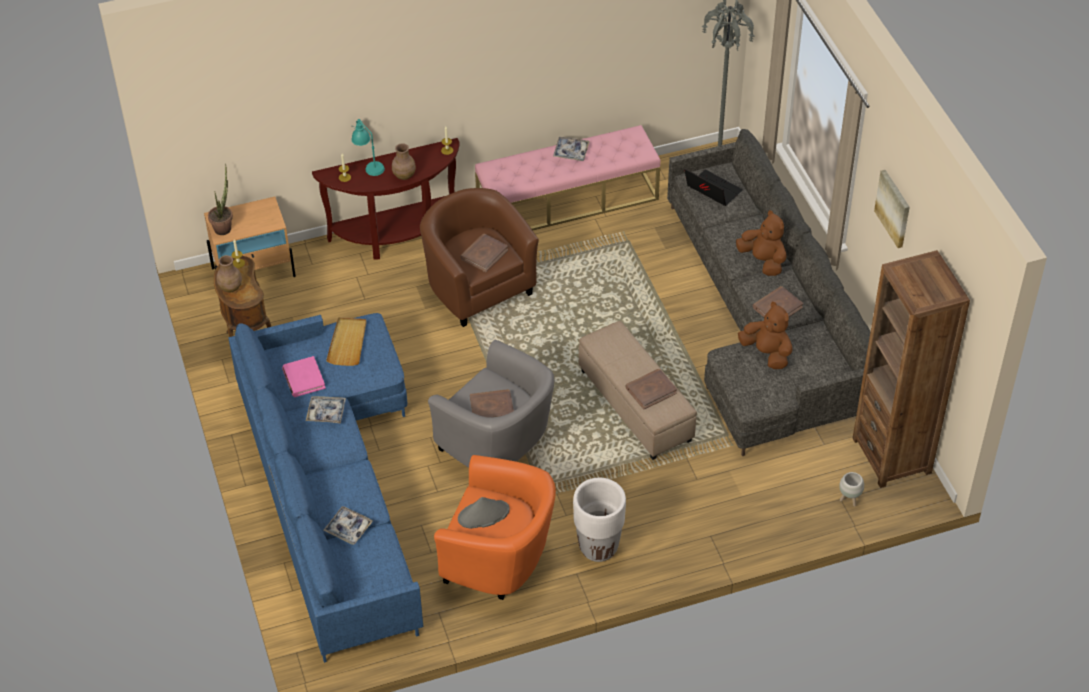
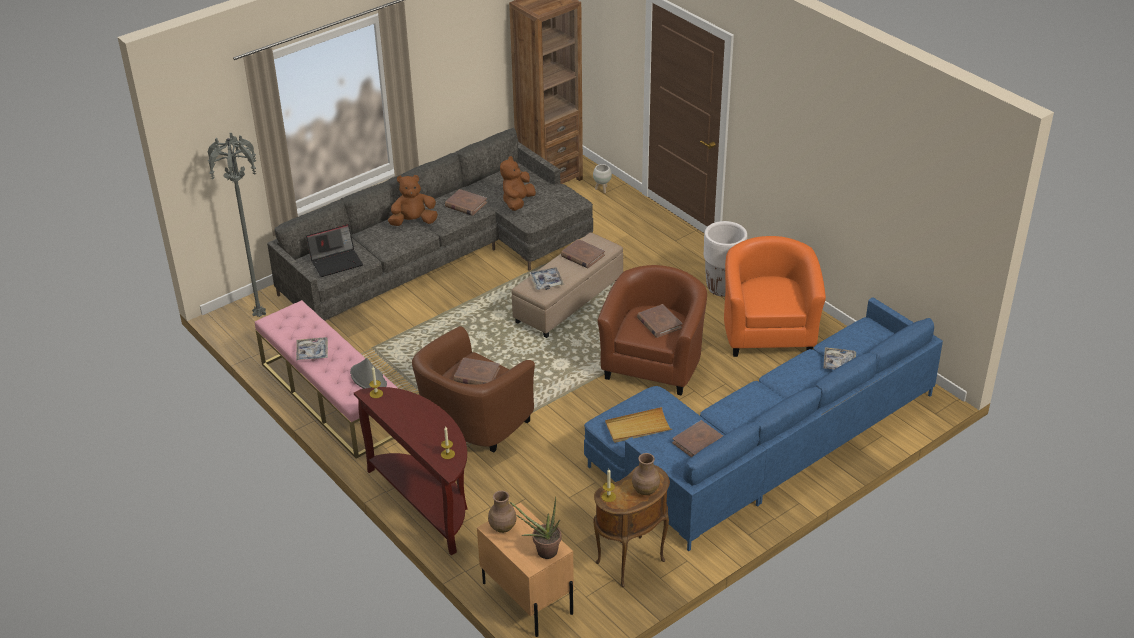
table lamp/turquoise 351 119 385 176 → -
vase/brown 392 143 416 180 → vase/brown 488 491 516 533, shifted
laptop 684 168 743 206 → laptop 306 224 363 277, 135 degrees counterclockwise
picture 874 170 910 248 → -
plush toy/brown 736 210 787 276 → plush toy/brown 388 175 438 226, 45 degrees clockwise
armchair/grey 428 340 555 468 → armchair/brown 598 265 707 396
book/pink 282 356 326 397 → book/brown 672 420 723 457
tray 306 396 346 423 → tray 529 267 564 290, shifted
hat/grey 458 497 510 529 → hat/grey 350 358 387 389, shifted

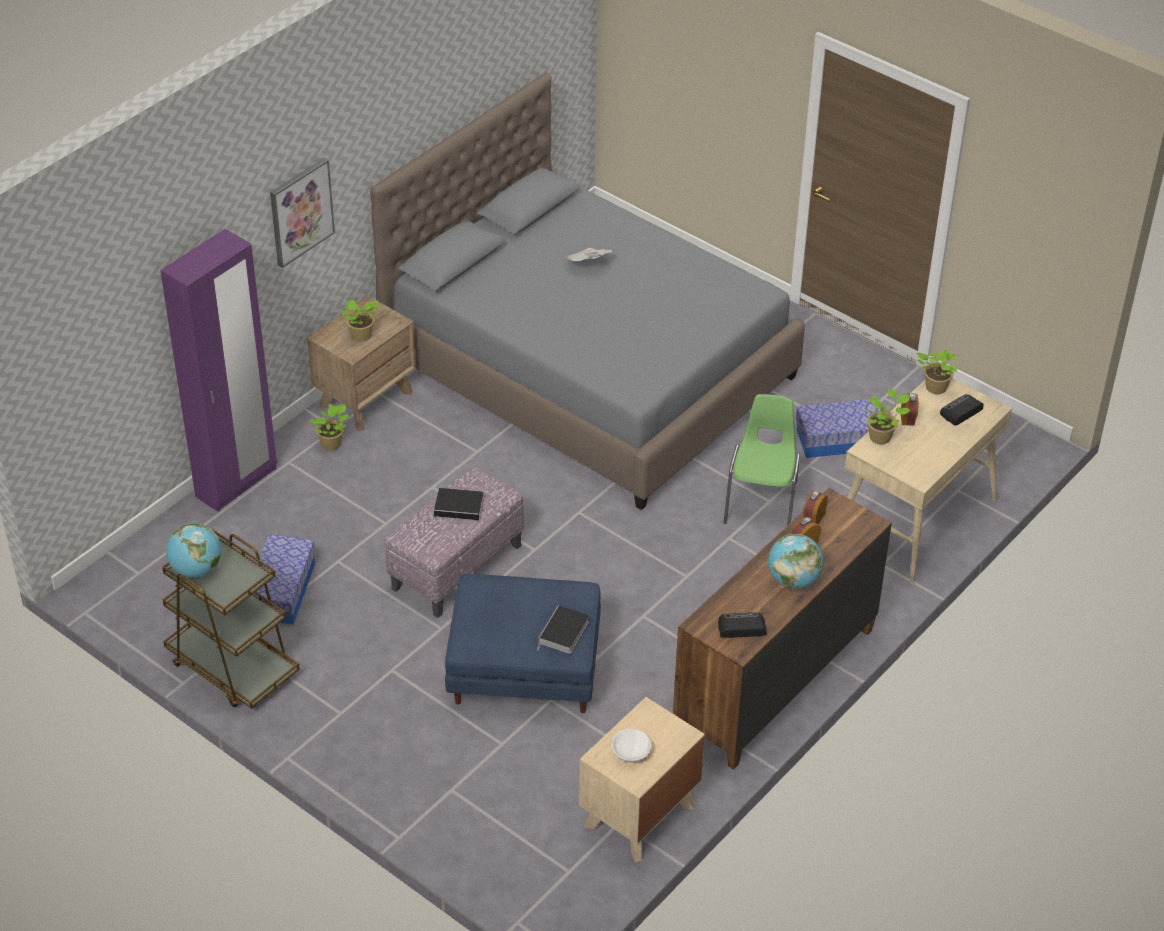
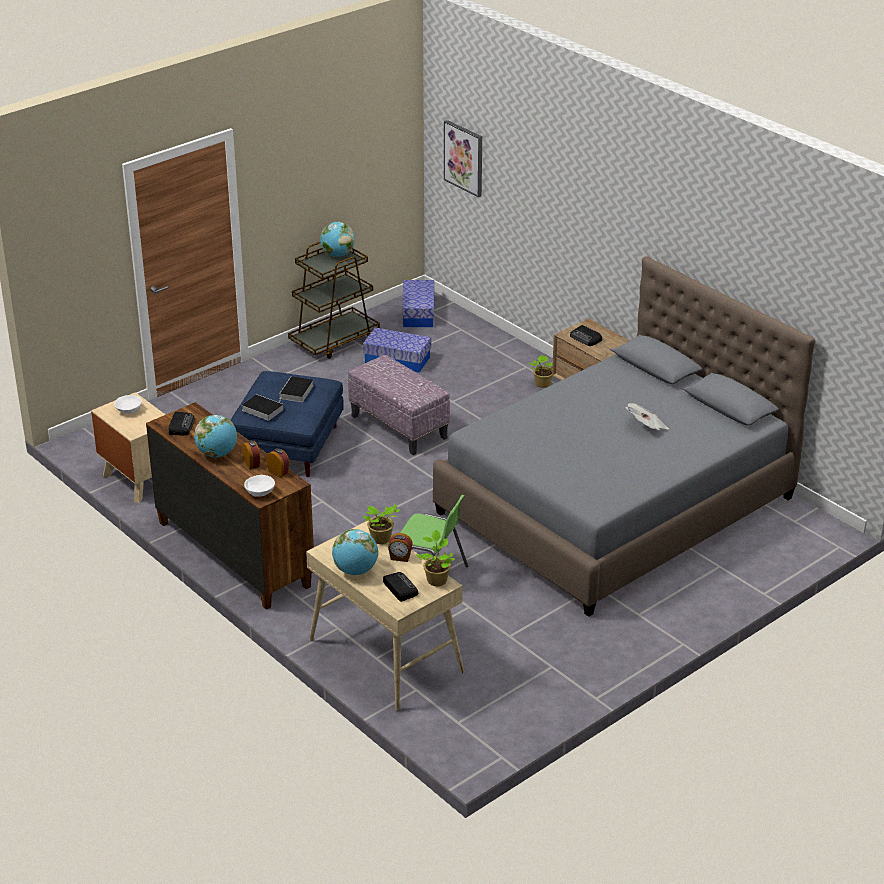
picture 270 158 335 268 → picture 444 120 482 197, shifted
wardrobe/purple 160 229 277 512 → -
potted plant 341 300 381 341 → radio 570 325 602 346
storage box 796 399 881 458 → storage box 402 280 434 327, shifted
book 434 488 489 520 → book 279 376 314 403, shifted
- → bowl/white 244 475 275 497
- → globe 332 529 378 575

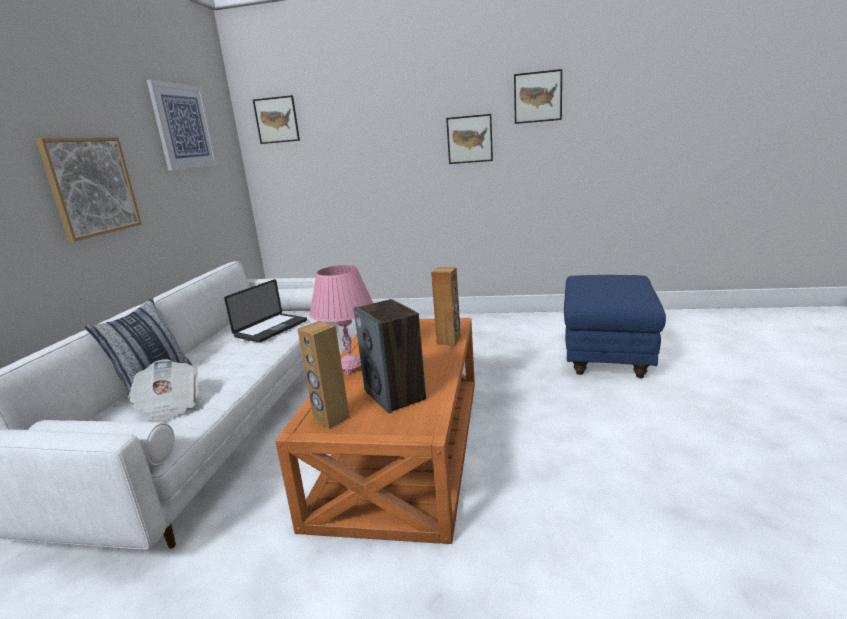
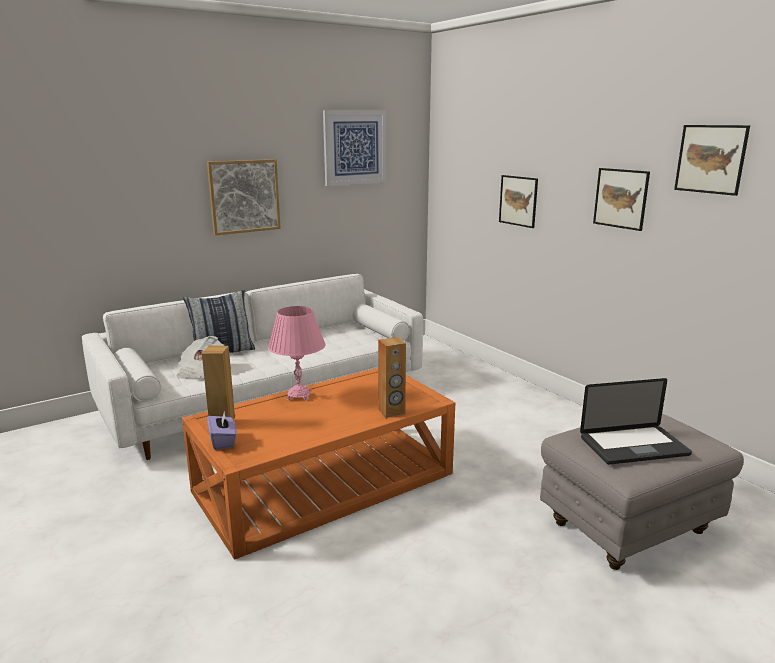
picture 253 95 300 144 → picture 499 175 538 228, shifted
ottoman/blue 564 275 666 378 → ottoman/grey 540 414 744 570
laptop 224 279 307 343 → laptop 580 378 692 464, shifted
speaker 354 299 426 413 → -
- → tissue box/purple 207 410 237 450

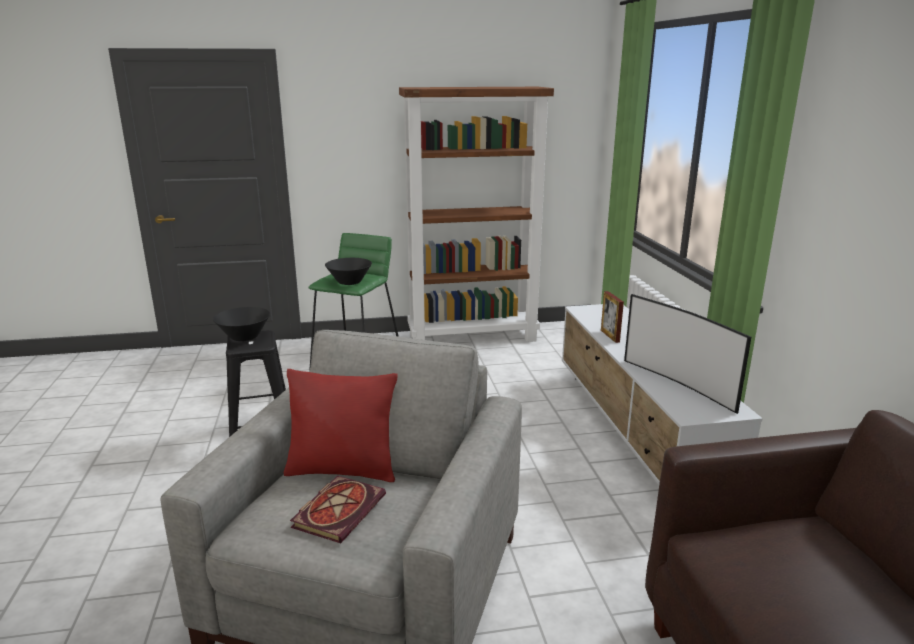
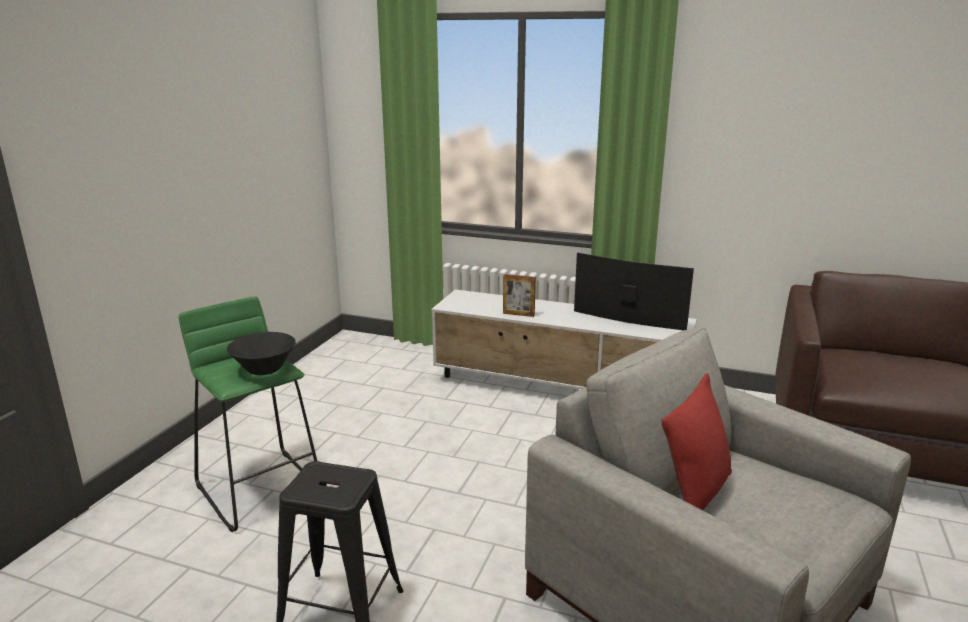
bookcase/brown 399 87 554 342 → -
television 624 294 751 414 → television 574 253 694 330, 150 degrees counterclockwise
bowl/black 213 307 270 341 → -
book 290 476 386 543 → -

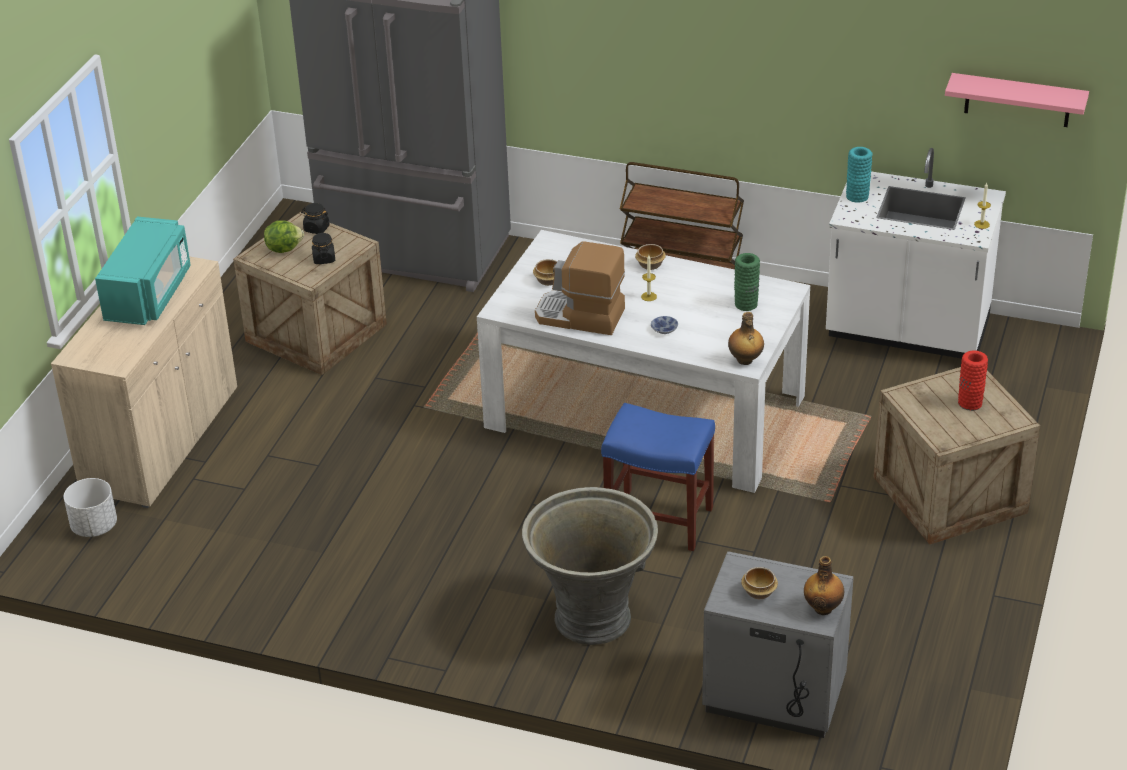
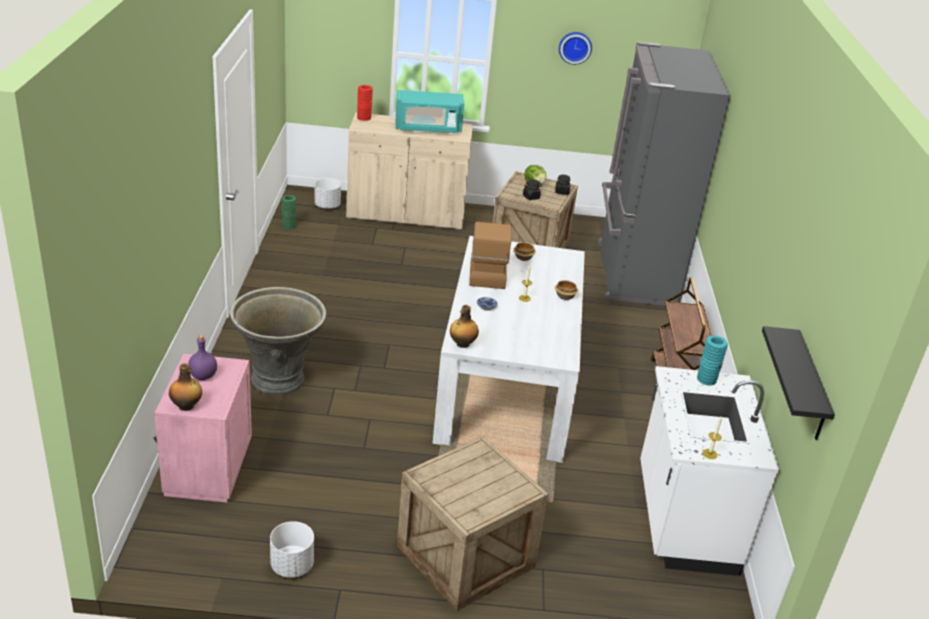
shelf/pink 945 73 1089 127 → shelf/black 762 326 835 440
vase/green 734 253 760 311 → vase/green 281 195 297 230, shifted
vase/red 958 351 988 411 → vase/red 357 85 373 121, shifted
stool/blue 601 403 715 551 → -
nightstand/grey 702 551 854 738 → nightstand/pink 154 354 252 502
bowl 741 567 778 599 → bottle/purple 188 335 217 380
- → wall clock 559 32 592 65
- → planter/white 270 521 314 578

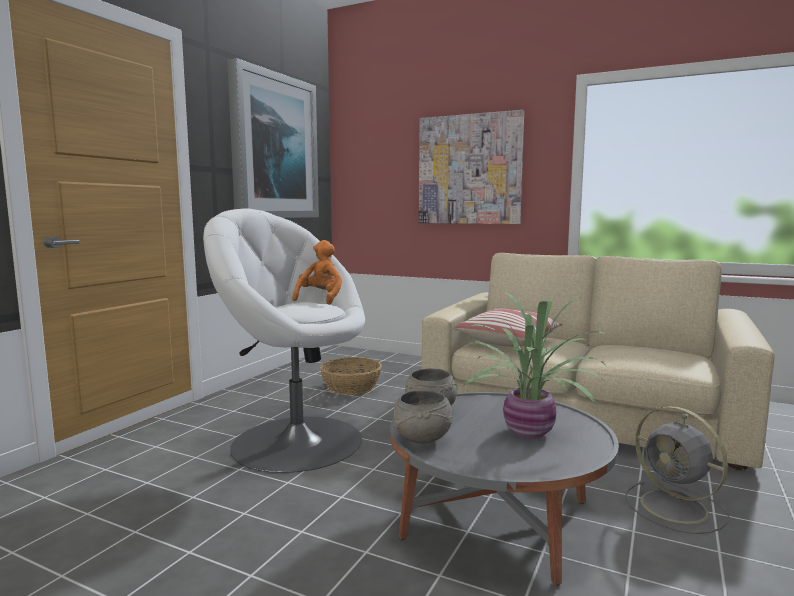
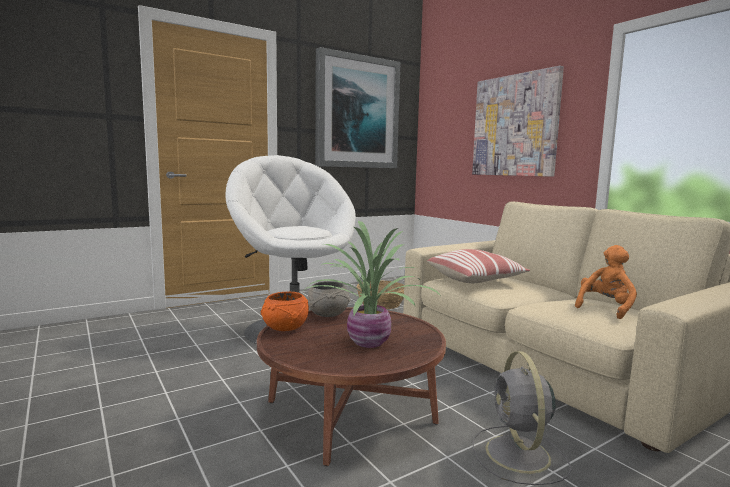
plush toy/orange 292 240 342 305 → plush toy/orange 575 245 637 319, shifted
bowl/grey 393 390 453 444 → bowl/orange 261 292 309 331
coffee table/grey 390 392 619 585 → coffee table/brown 257 307 446 466

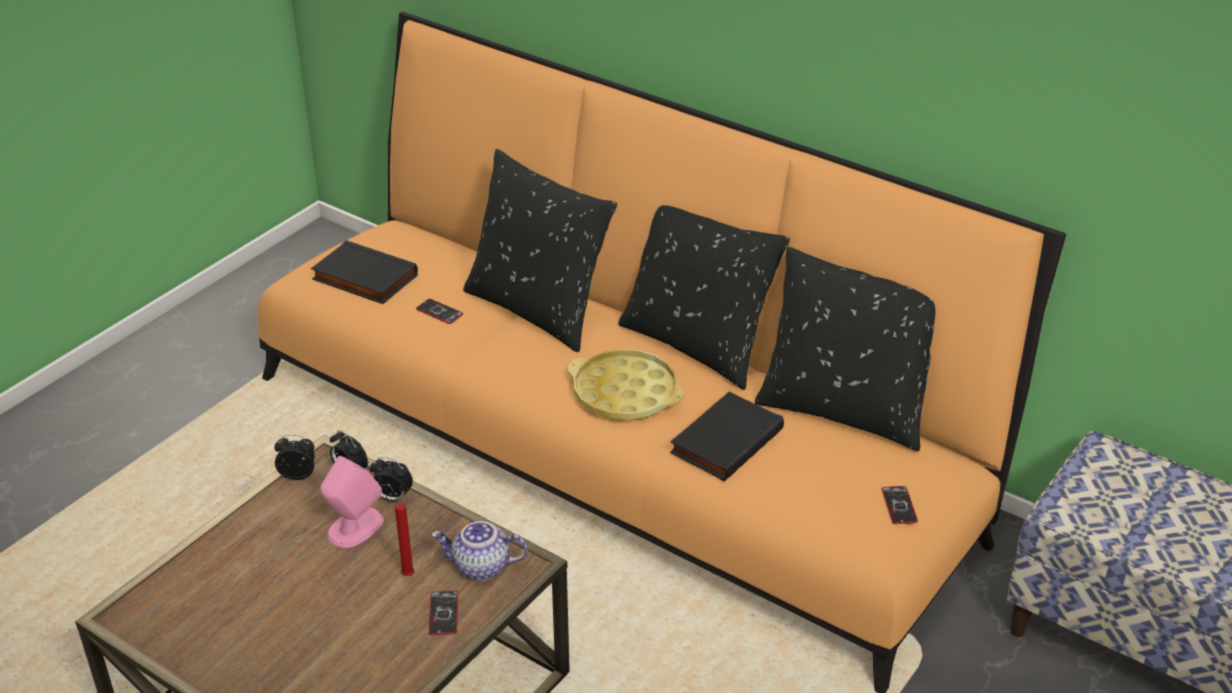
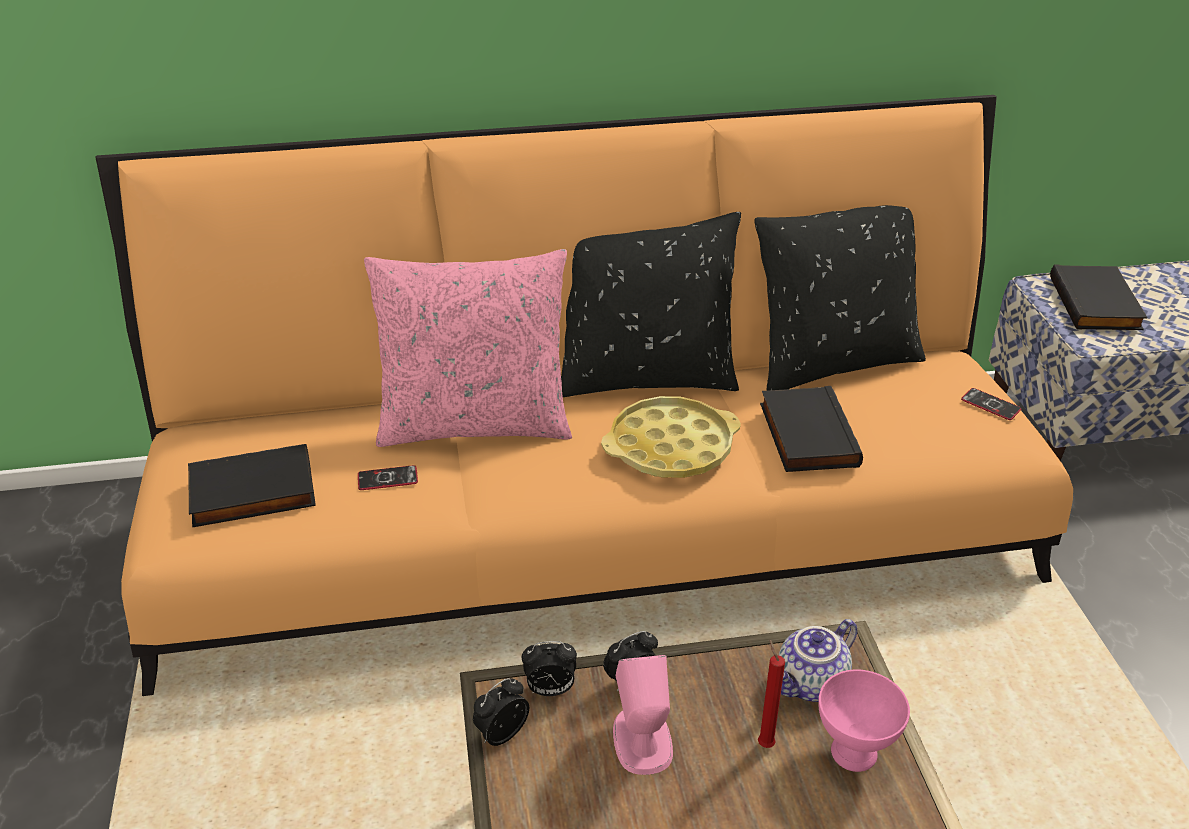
pillow/black 463 149 617 352 → pillow/pink 364 249 572 447
phone 429 591 458 635 → bowl/pink 818 669 910 772
- → book/black 1050 264 1147 330

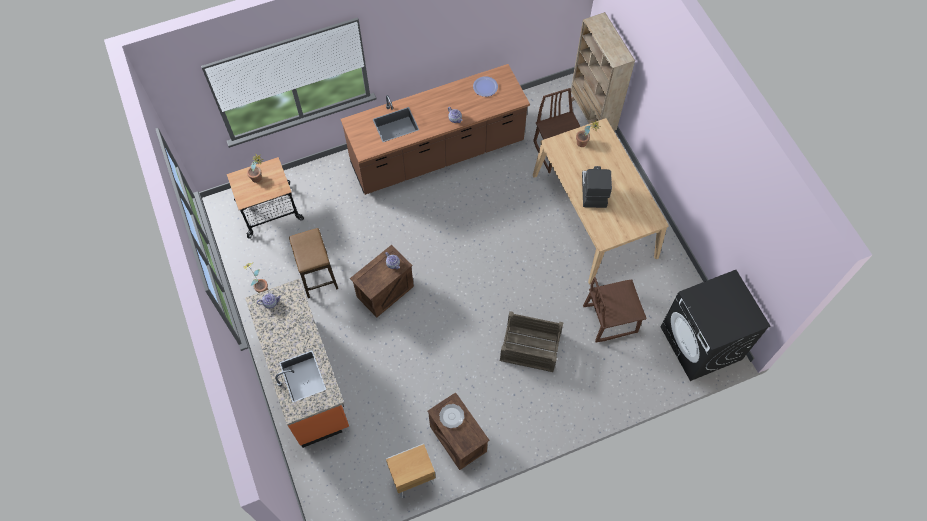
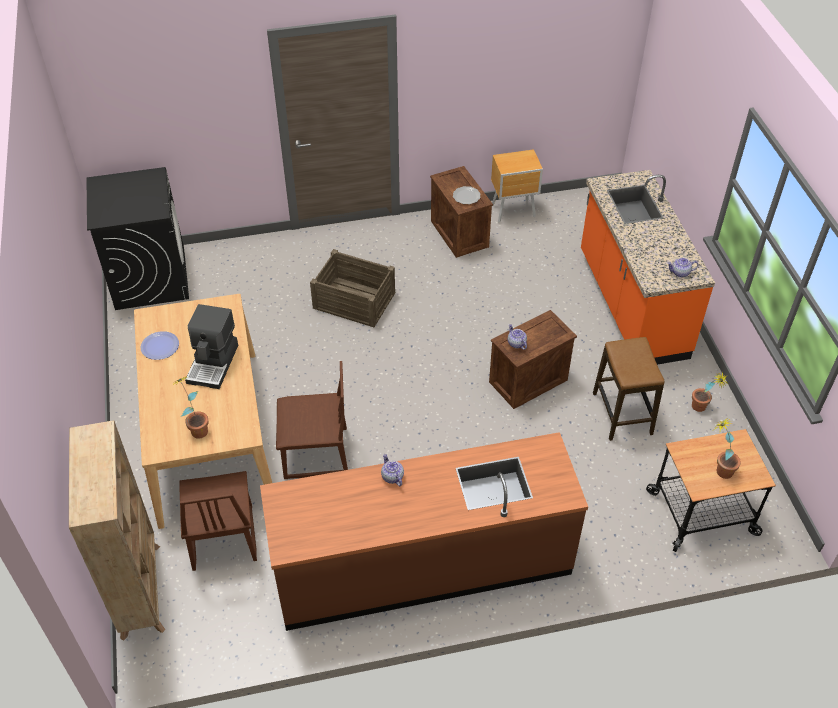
plate 473 76 498 97 → plate 141 331 179 360, shifted
chair/brown 583 277 647 343 → chair/brown 276 361 348 479, shifted

